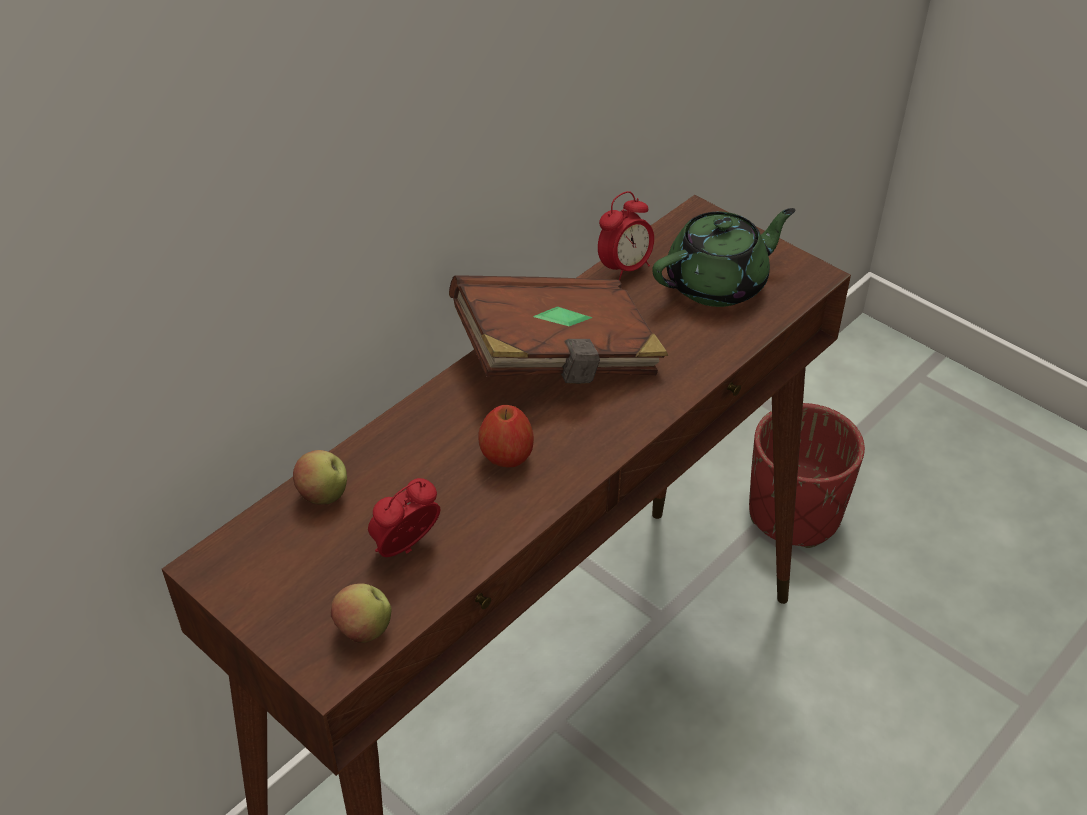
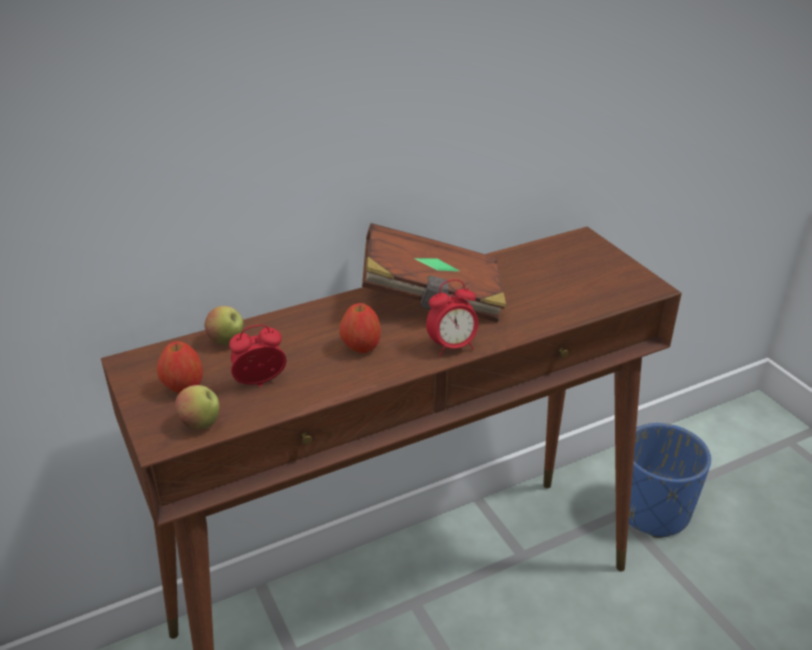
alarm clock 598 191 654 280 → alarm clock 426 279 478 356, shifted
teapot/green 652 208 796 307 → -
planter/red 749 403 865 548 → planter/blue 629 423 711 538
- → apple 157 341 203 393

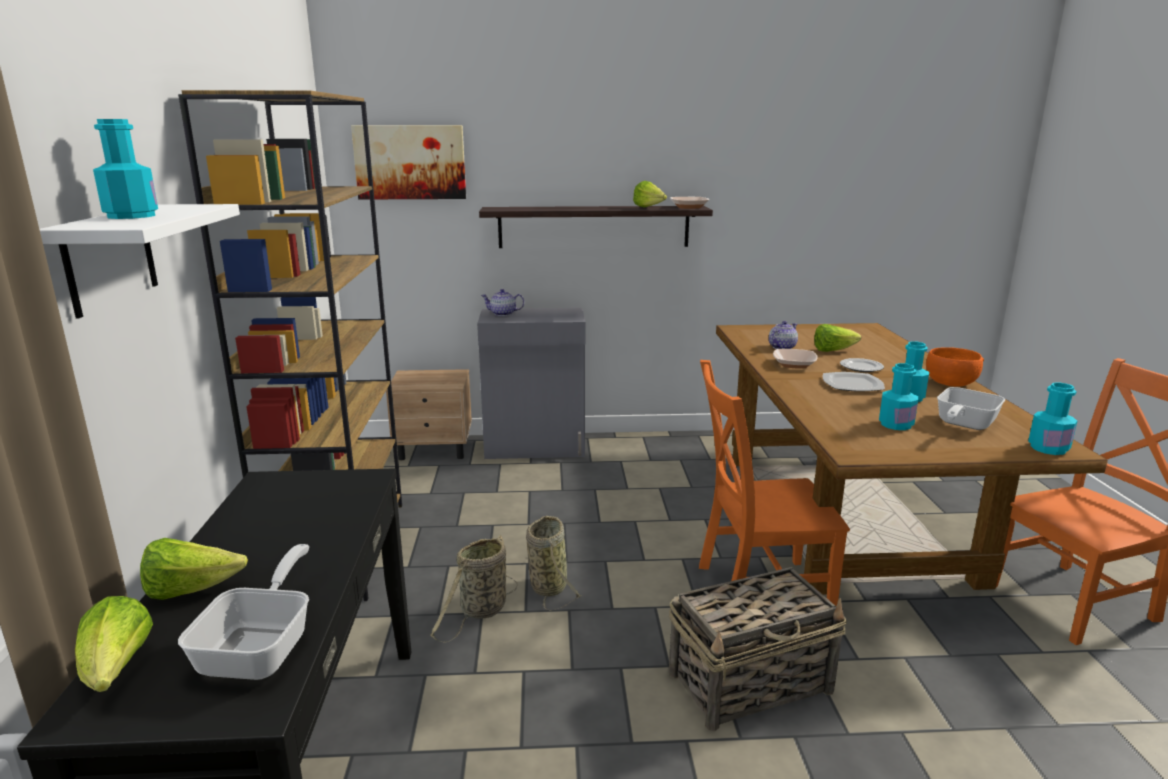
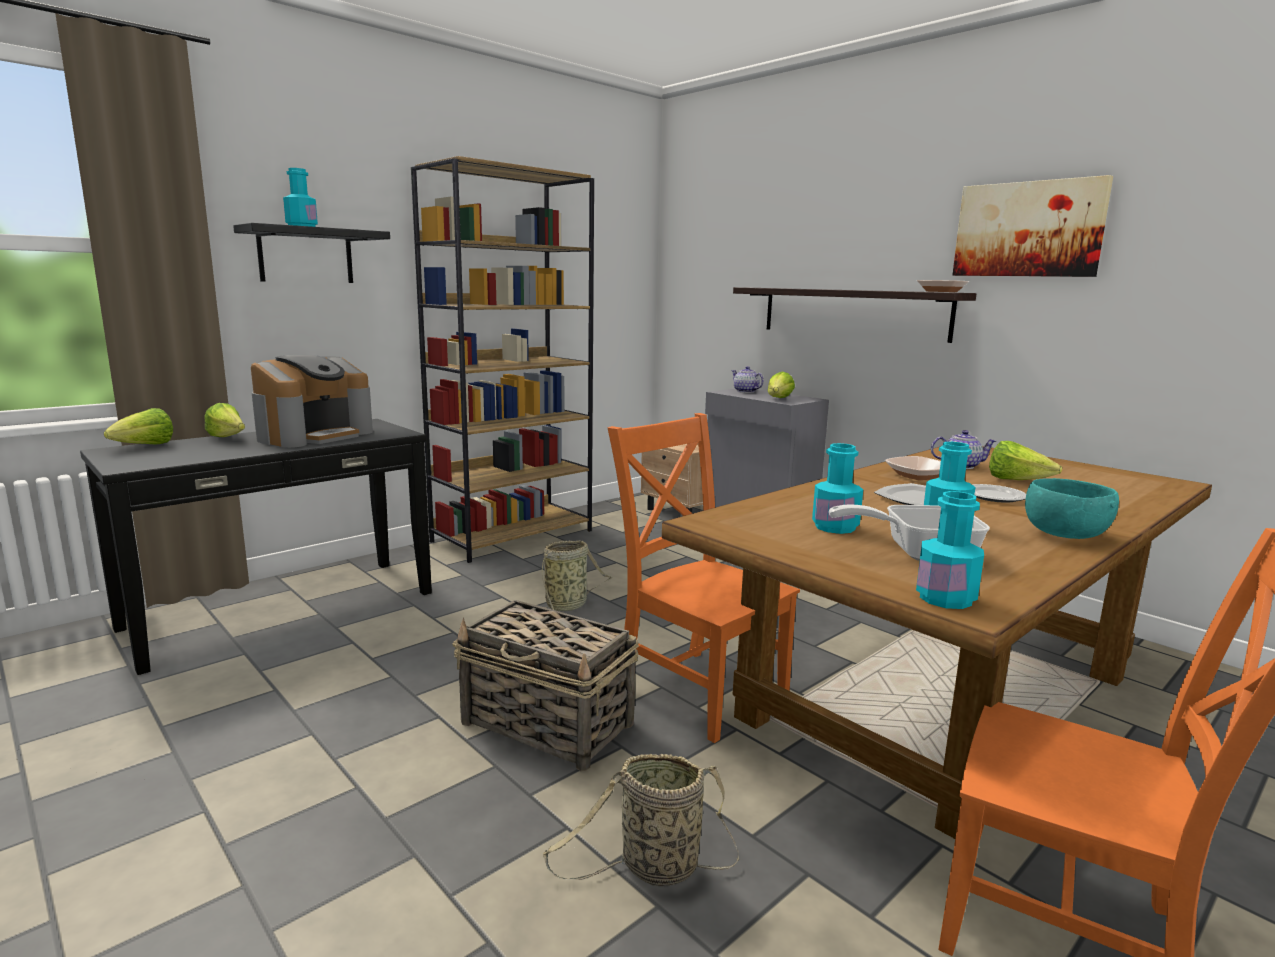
picture 351 125 466 200 → picture 952 175 1113 277, shifted
lettuce 633 181 667 207 → lettuce 768 372 795 398, shifted
shelf/white 39 204 240 319 → shelf/black 233 223 390 283
bowl/orange 926 347 984 387 → bowl/turquoise 1025 478 1119 539
basket 430 534 518 642 → basket 543 754 739 886, shifted
frying pan 178 544 309 680 → -
- → coffee machine 251 355 373 448

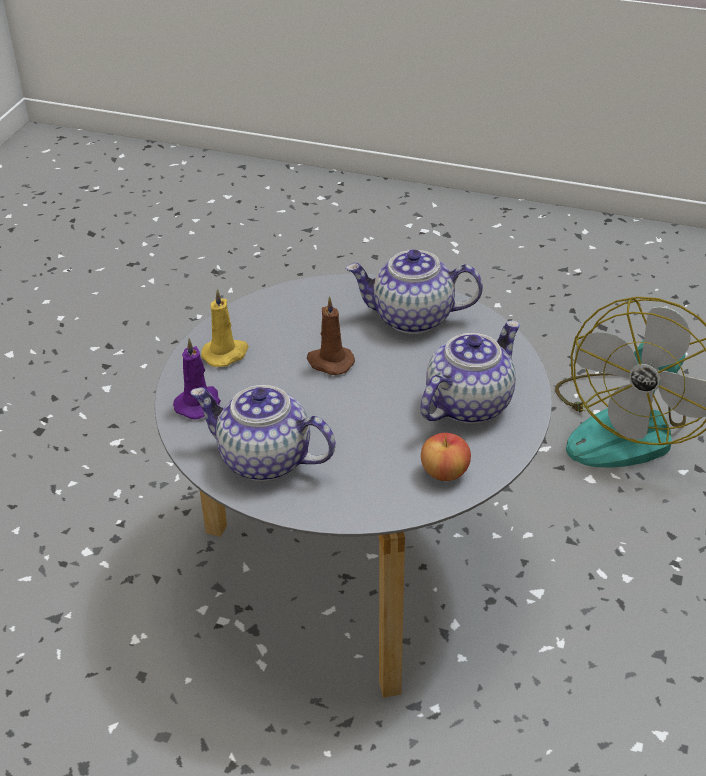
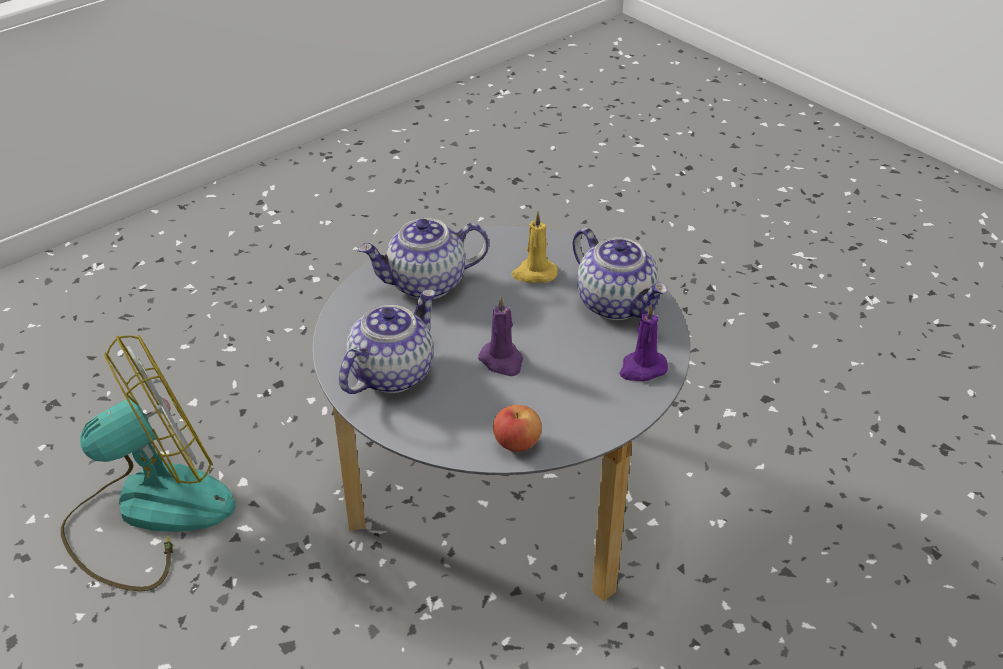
teapot 346 249 483 334 → teapot 339 290 436 394, 90 degrees counterclockwise
candle/yellow 201 289 249 367 → candle/yellow 511 211 558 283, shifted
candle/brown 307 296 355 375 → candle/purple 478 296 523 376
apple 421 433 471 481 → apple 493 405 542 452, shifted

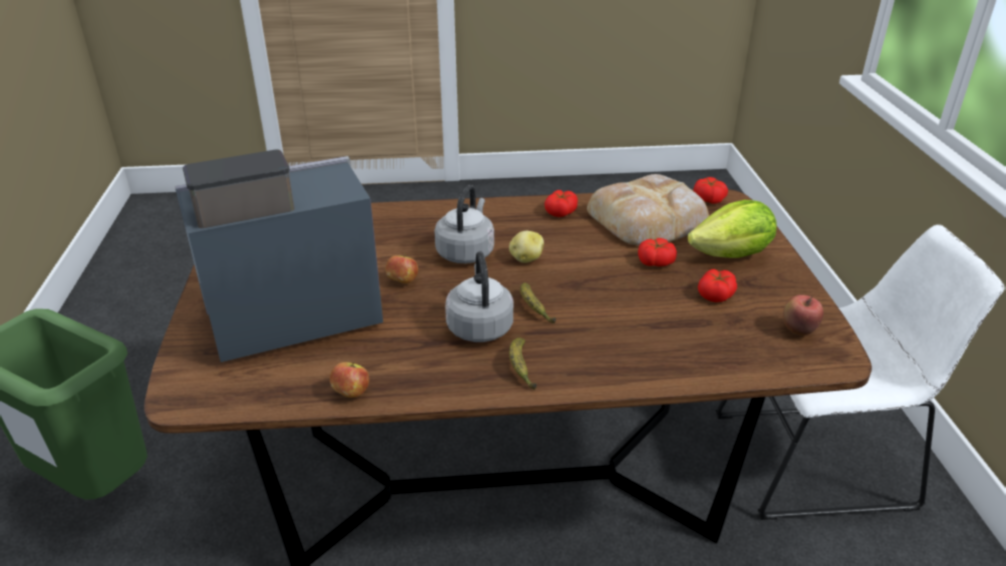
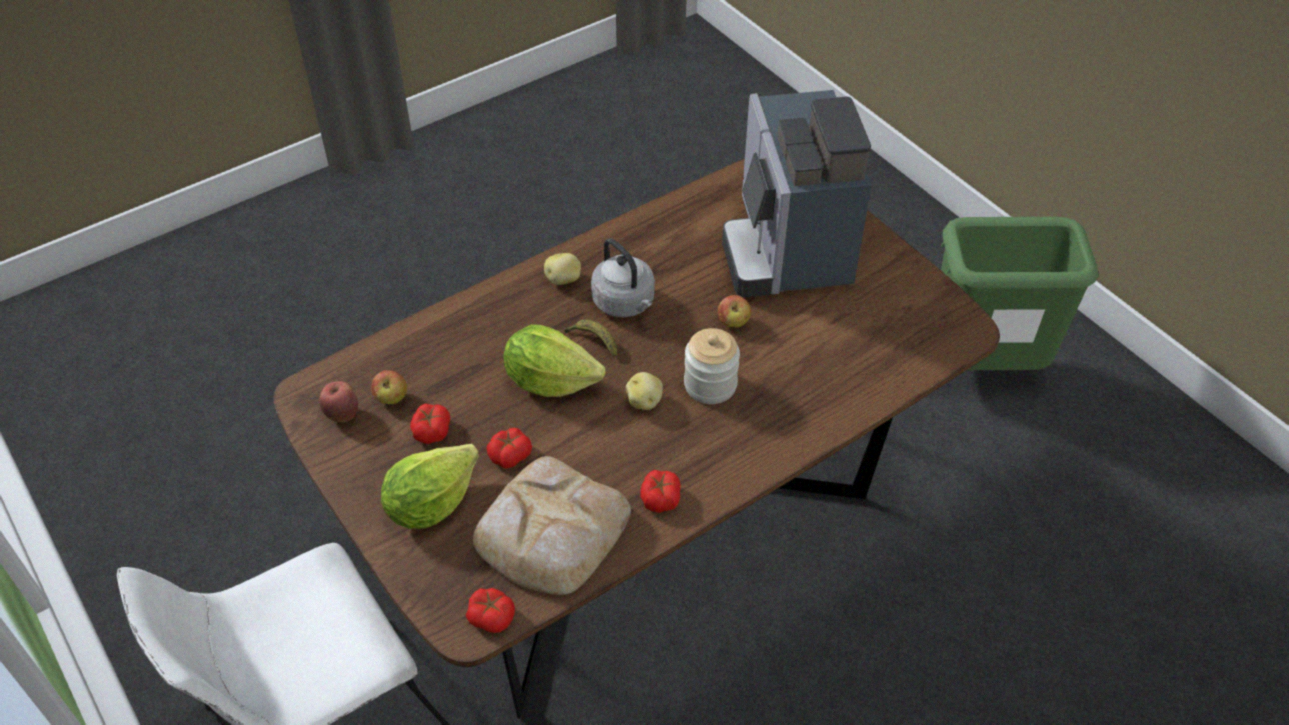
coffee machine 175 150 383 362 → coffee machine 722 90 872 297, 135 degrees clockwise
kettle/grey 434 185 494 264 → jar 684 328 740 404
banana 509 337 537 390 → potato 544 253 581 285
apple 330 361 369 398 → apple 371 370 407 404, shifted
- → lettuce 504 324 605 397

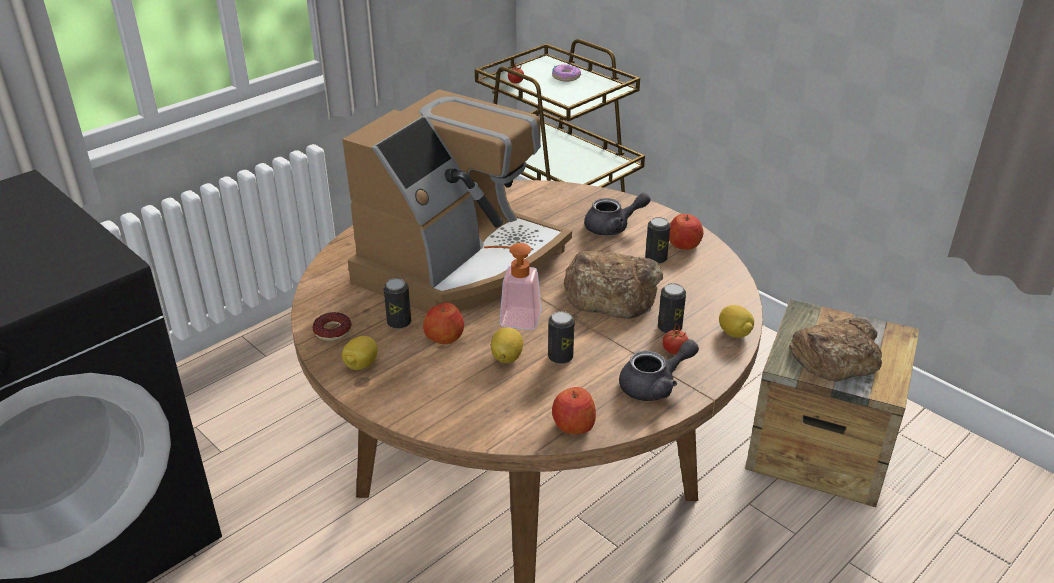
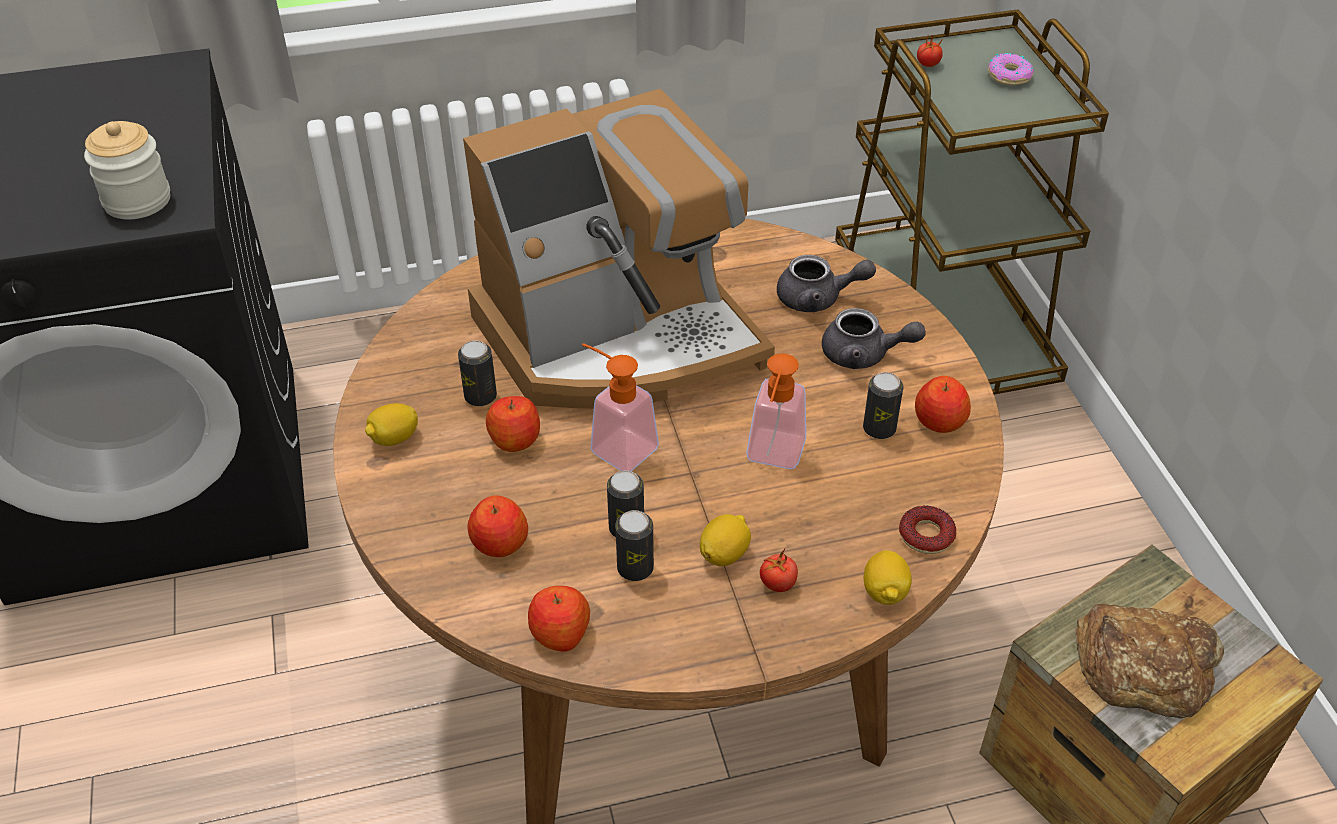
bread 563 251 663 319 → soap dispenser 746 353 806 469
can 658 283 686 333 → can 615 510 654 581, shifted
donut 313 312 352 341 → donut 899 506 956 554, shifted
lemon 491 327 523 363 → lemon 700 514 751 566, shifted
teapot/grey 619 339 699 401 → teapot/grey 777 255 876 312, shifted
- → jar 84 121 170 220
- → apple 468 495 528 557

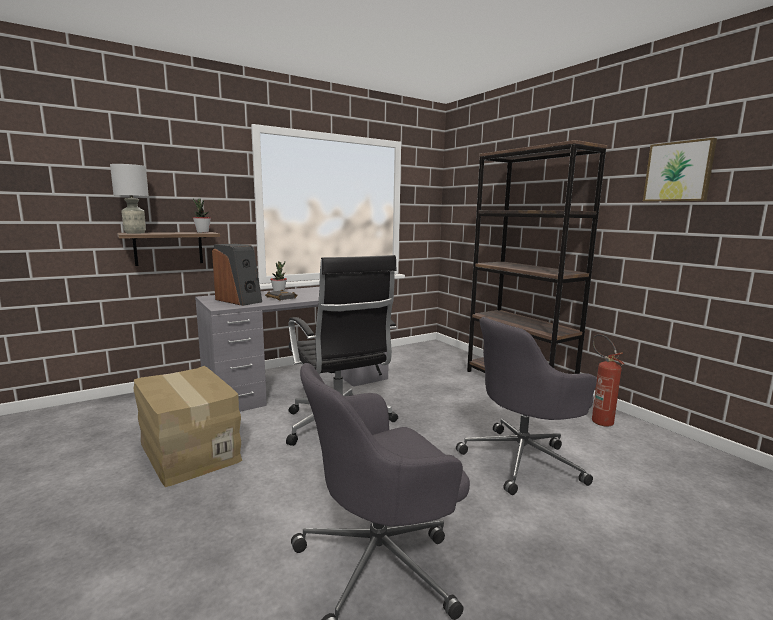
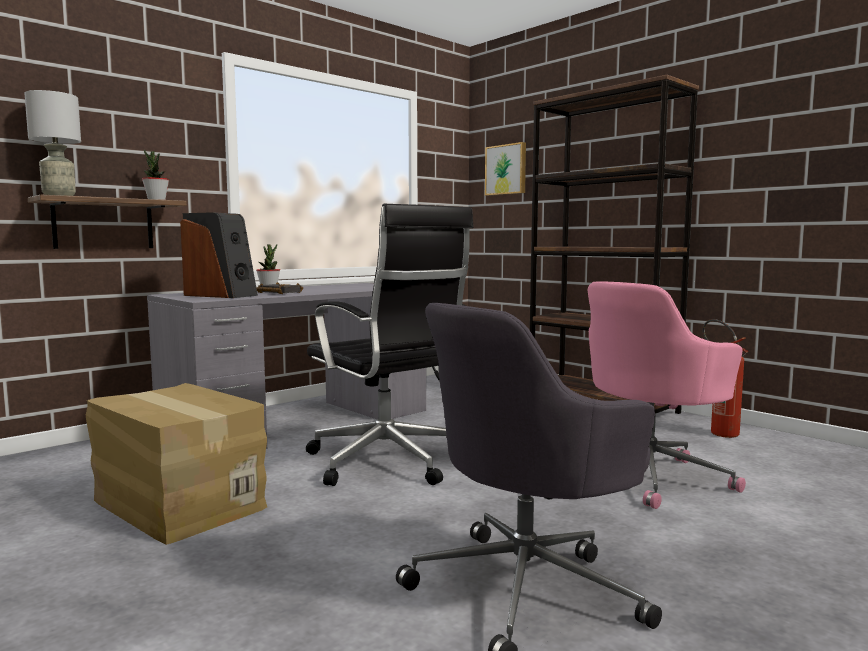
picture 643 138 717 202 → picture 485 142 526 196, shifted
office chair/grey 456 317 597 495 → office chair/pink 588 281 746 509

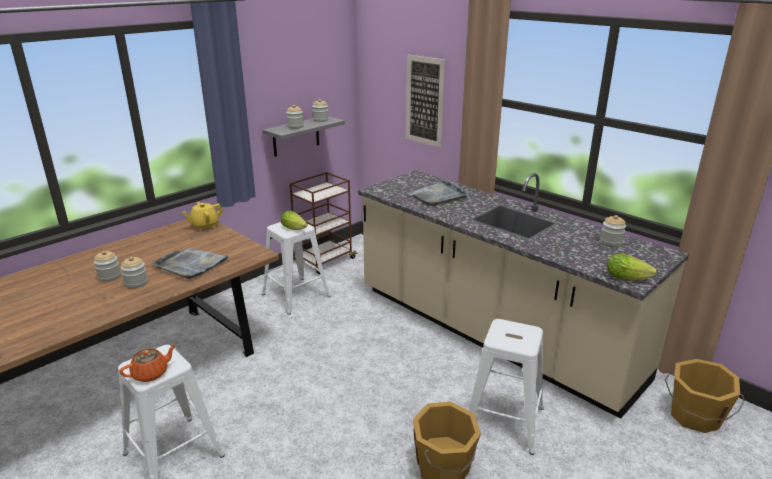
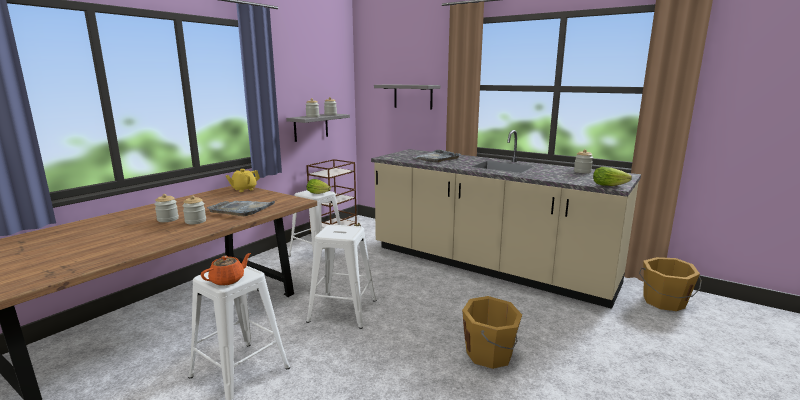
picture 406 55 445 148 → shelf/grey 374 84 441 109
stool/white 469 319 544 455 → stool/white 306 225 377 329, shifted

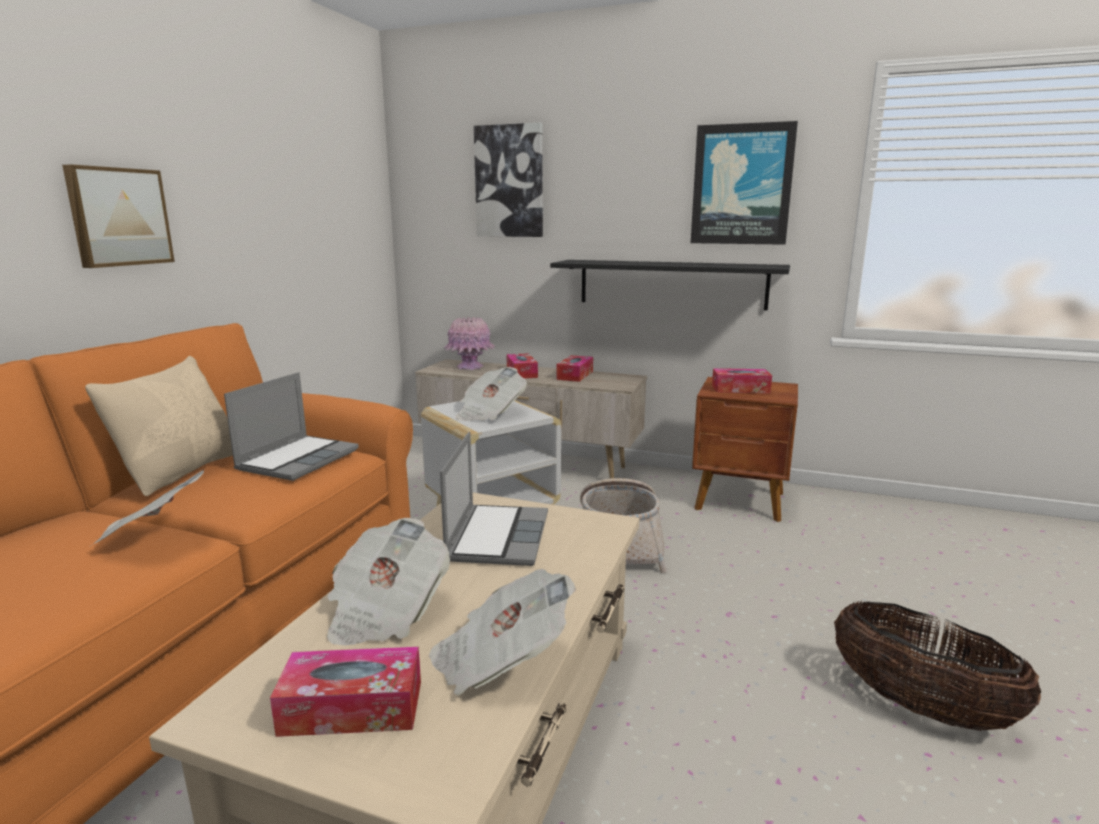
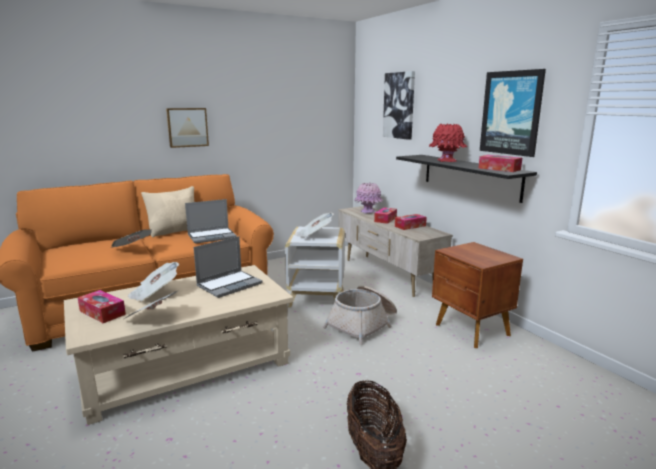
tissue box 712 368 772 393 → tissue box 479 155 522 172, shifted
- → vase/red 429 123 467 162

